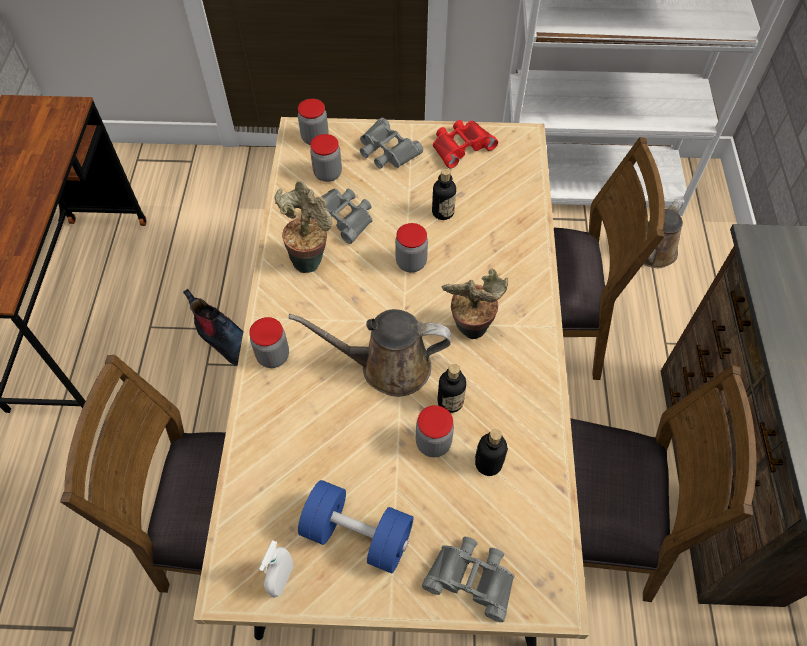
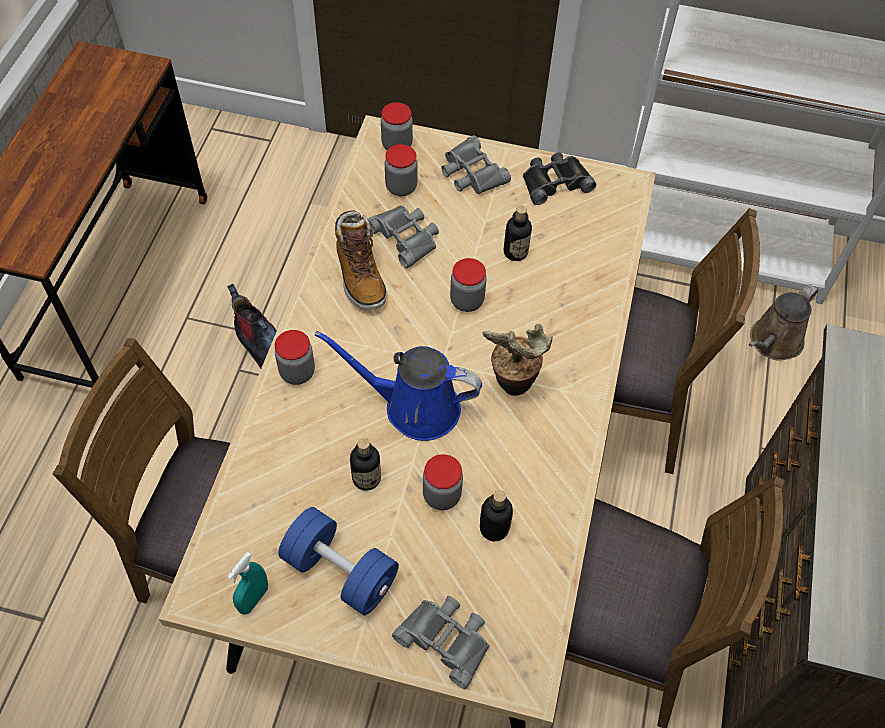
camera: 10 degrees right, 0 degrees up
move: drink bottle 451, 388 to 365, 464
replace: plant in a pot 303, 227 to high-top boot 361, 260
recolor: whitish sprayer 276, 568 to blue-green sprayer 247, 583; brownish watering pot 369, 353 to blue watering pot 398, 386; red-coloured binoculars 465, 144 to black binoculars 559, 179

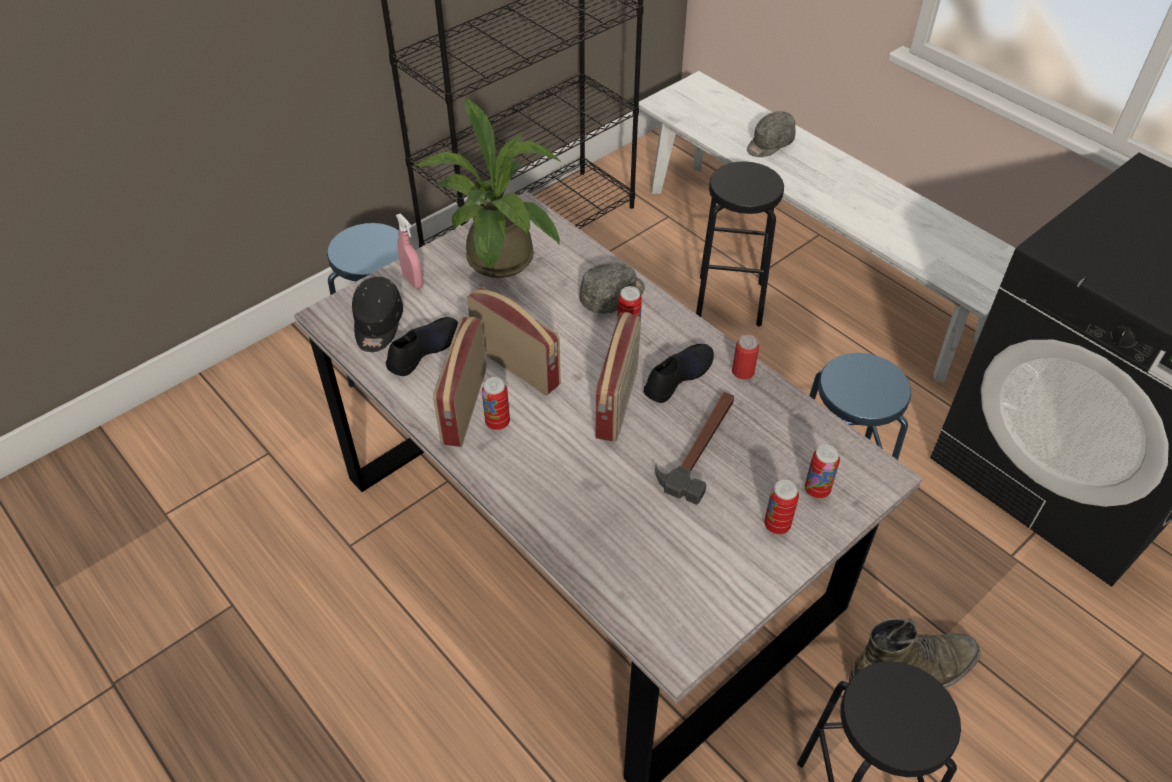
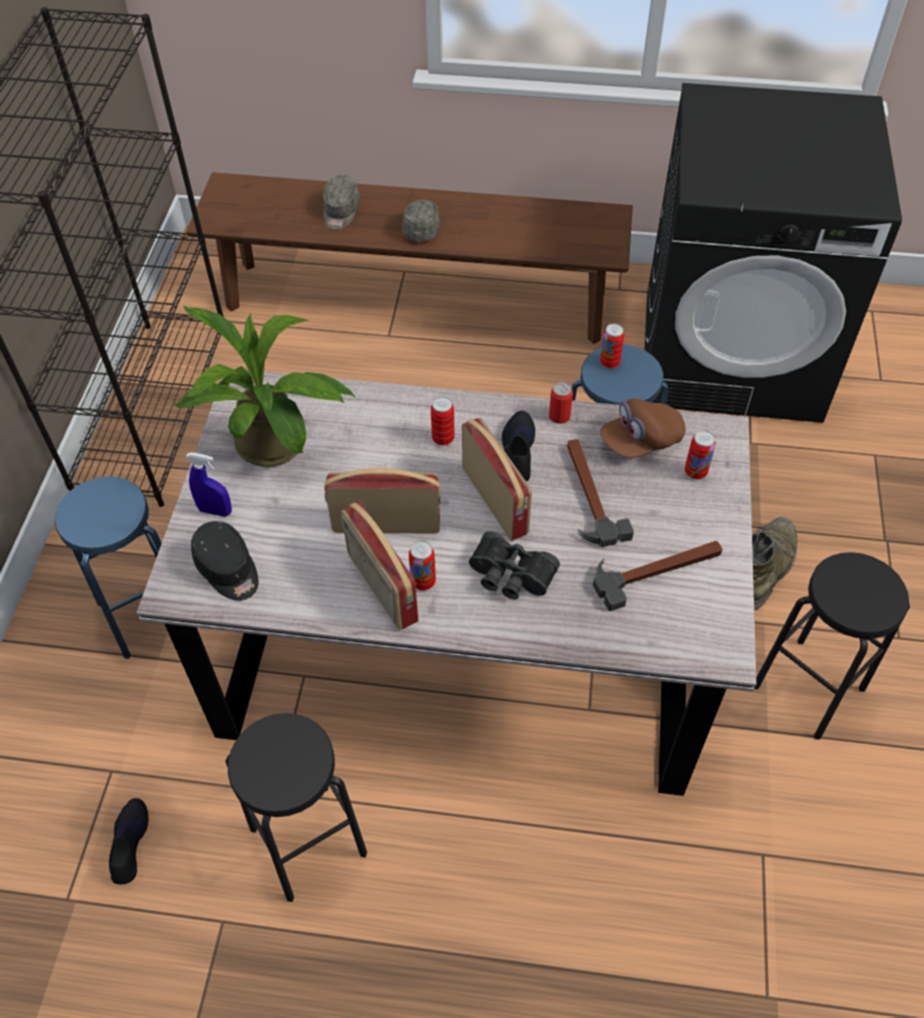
camera: 40 degrees left, 5 degrees up
insert: black binoculars 514, 565; hammer 658, 576; brownish baseball cap 643, 428
move: black shoe 422, 346 to 129, 841; gray baseball cap 612, 288 to 421, 220; black stool seat 740, 244 to 296, 807; can 781, 507 to 612, 346
recolor: pink sprayer 410, 251 to blue sprayer 209, 484; whitish bench 827, 226 to brownish bench 409, 258

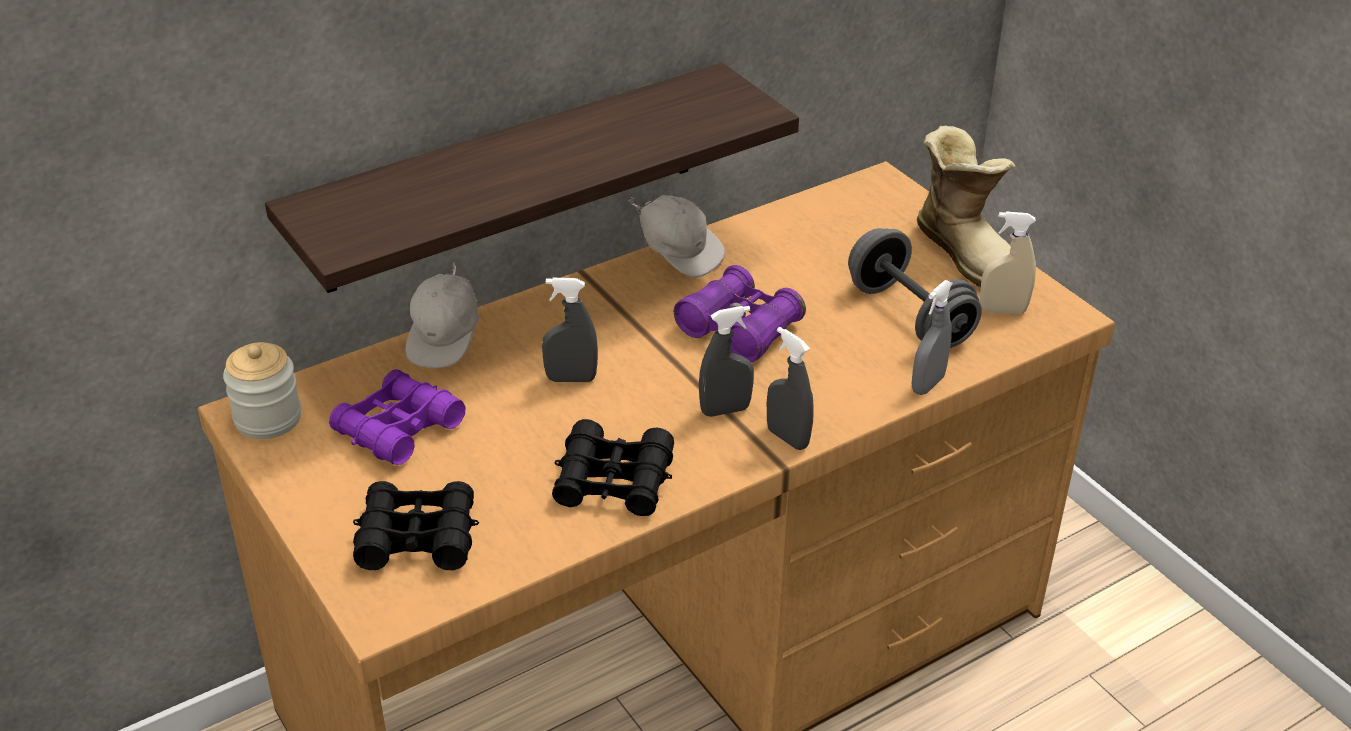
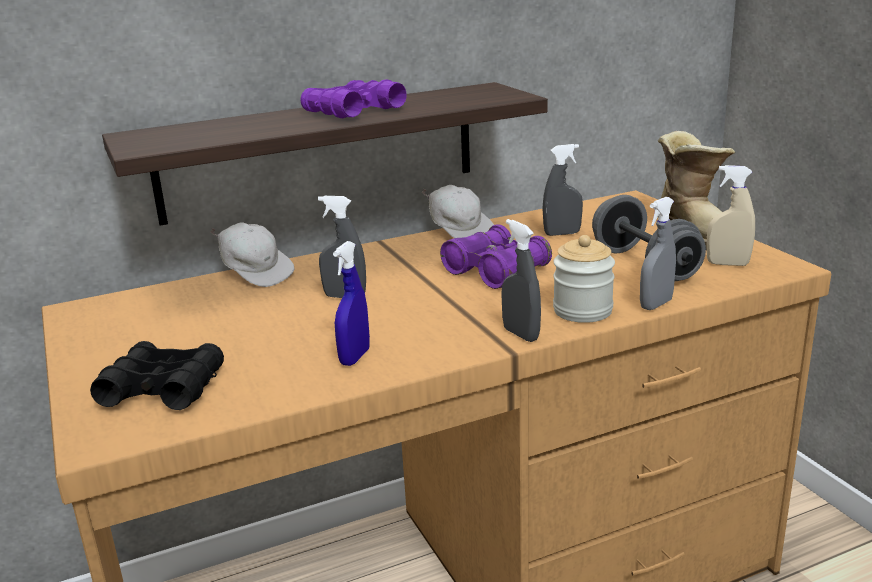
camera: 10 degrees right, 15 degrees down
move: jar 262, 391 to 584, 279; purplish binoculars 397, 417 to 353, 98; gray sprayer 726, 361 to 562, 190
replace: black binoculars 613, 467 to blue sprayer 351, 303
rotate: whitish baseball cap 442, 315 = 252, 254 75 degrees counterclockwise

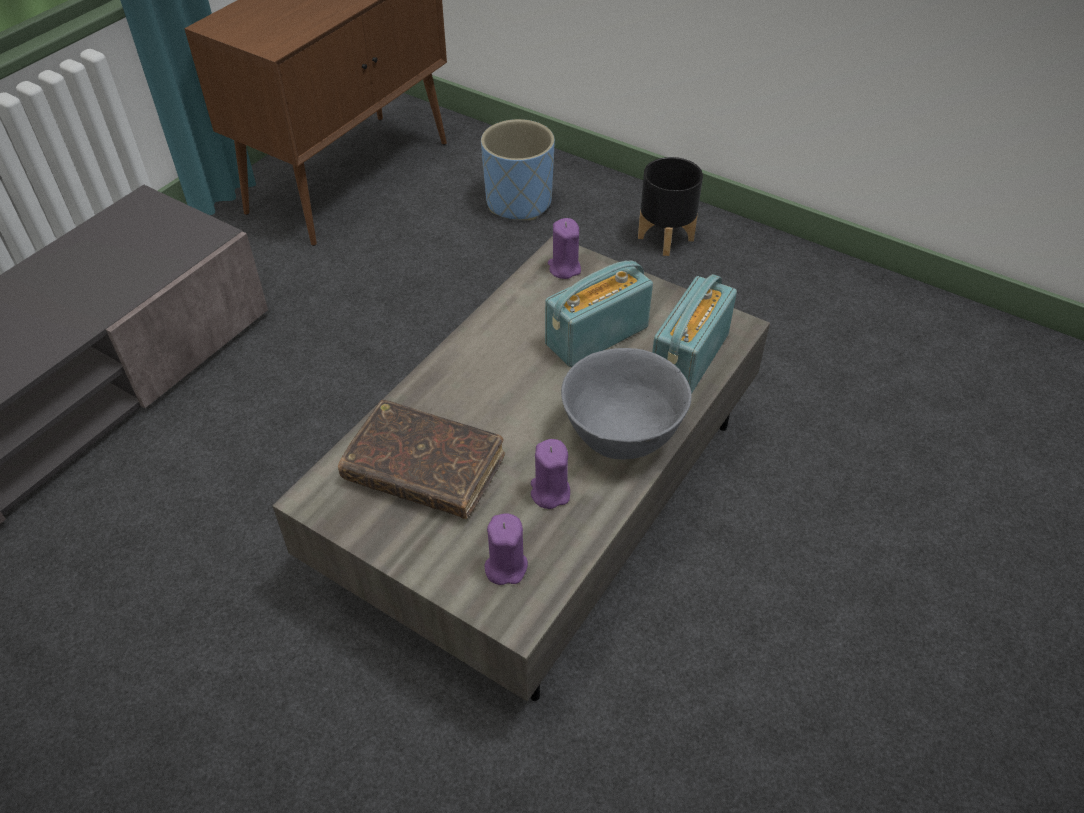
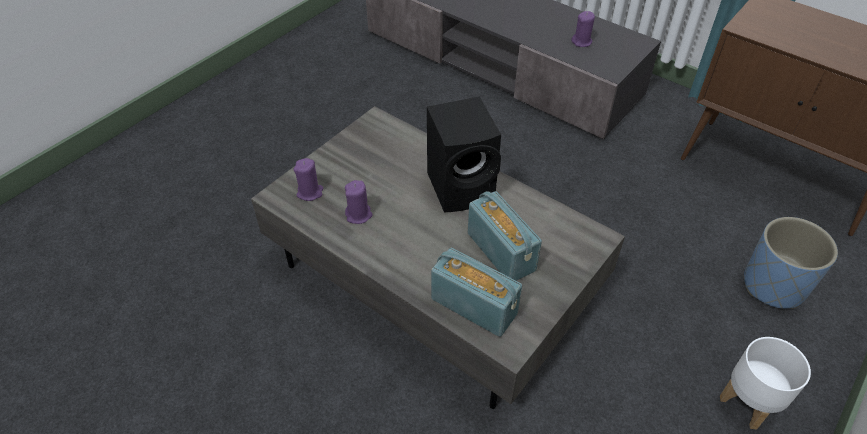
camera: 95 degrees right, 0 degrees up
delete: brownish book 421, 459; gray deep dish 626, 404
insert: black speaker 464, 155
move: purplish candle 564, 248 to 583, 29
recolor: black planter 670, 206 to whitish planter 765, 383

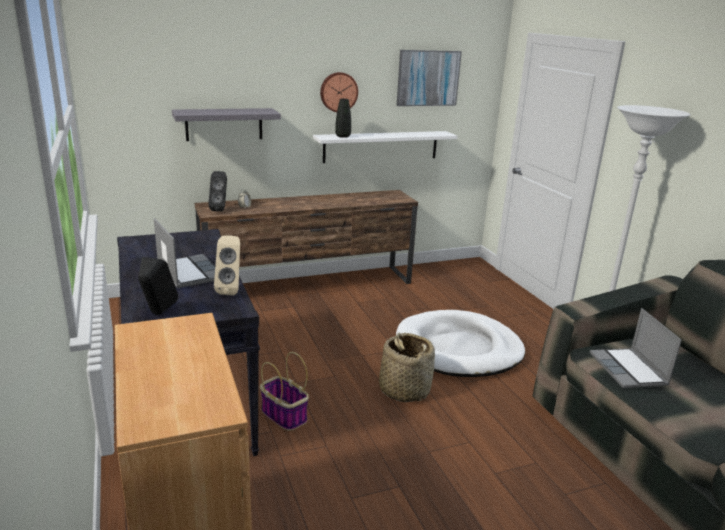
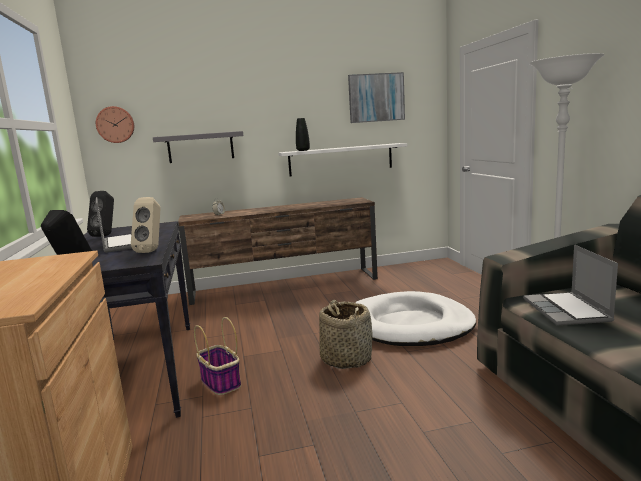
camera: 10 degrees right, 10 degrees down
move: black speaker 217, 191 to 100, 214; clock on the wall 339, 92 to 115, 124

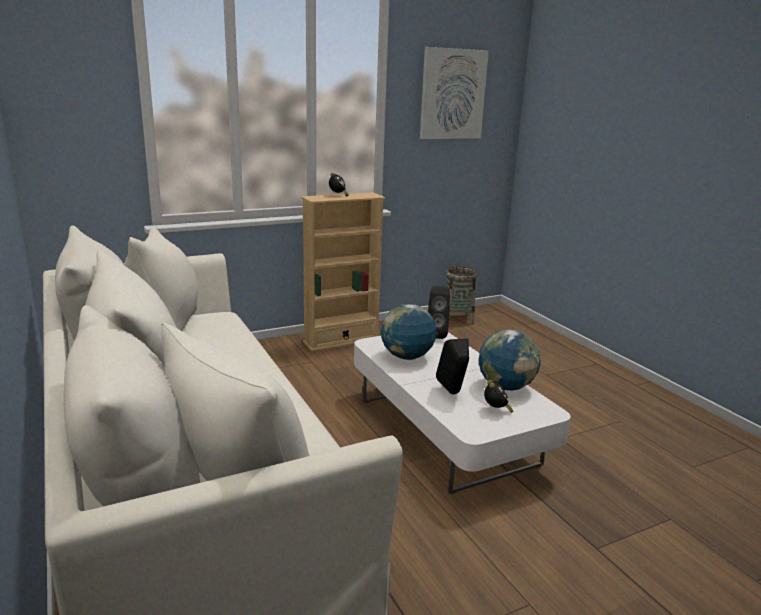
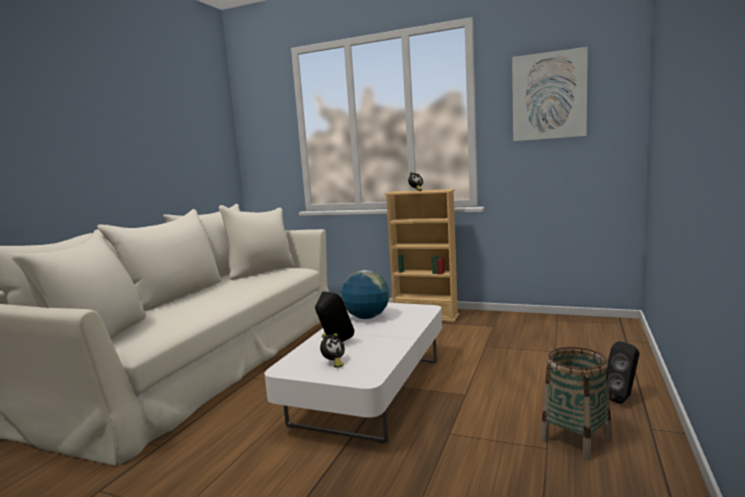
camera: 50 degrees right, 10 degrees down
delete: desk globe 510, 360
move: black speaker 439, 312 to 623, 372; household basket 462, 295 to 576, 404

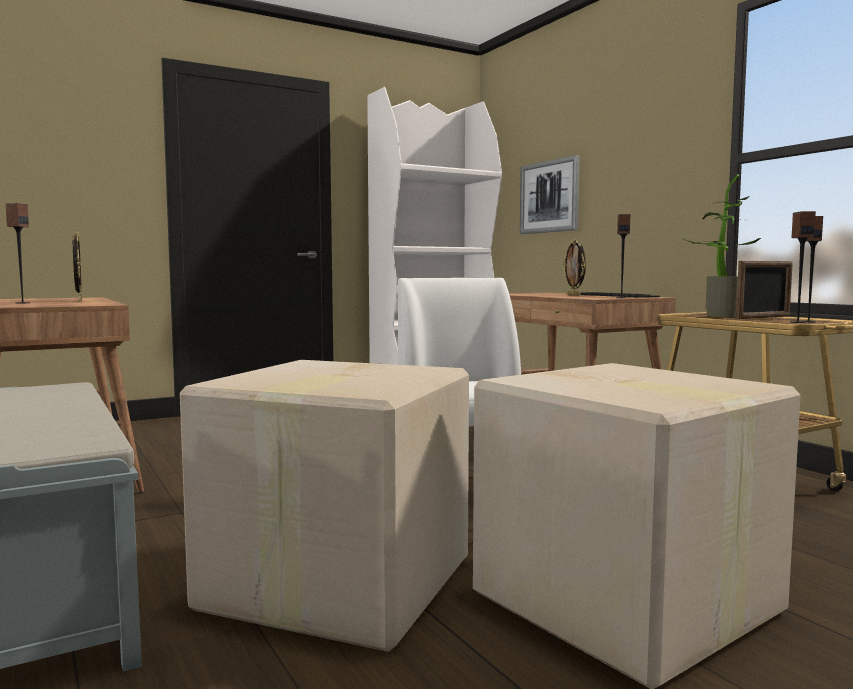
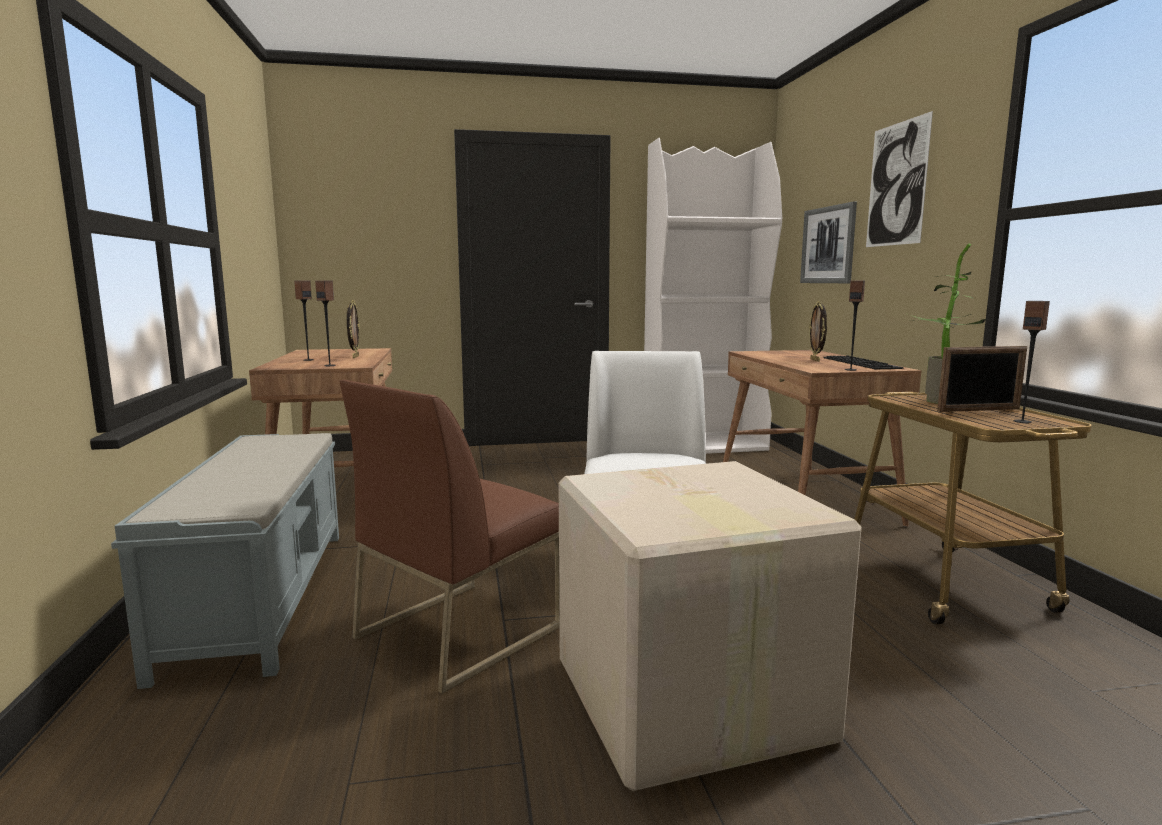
camera: 20 degrees right, 5 degrees up
insert: wall art 899, 179
move: speaker 803, 267 to 325, 323
replace: carton 324, 506 to brownish upright chair 449, 537

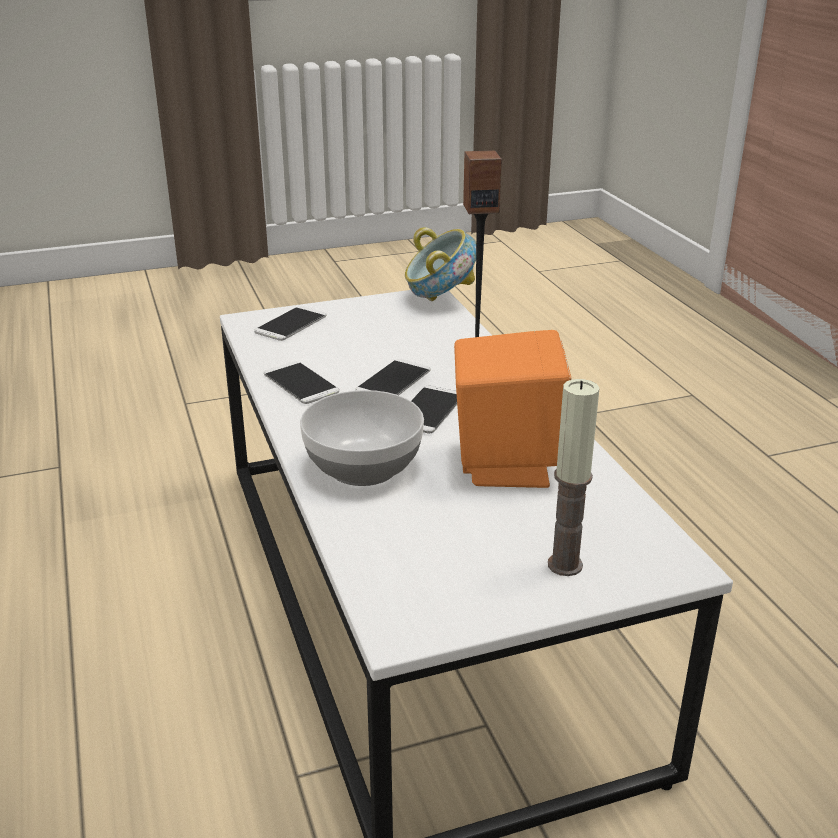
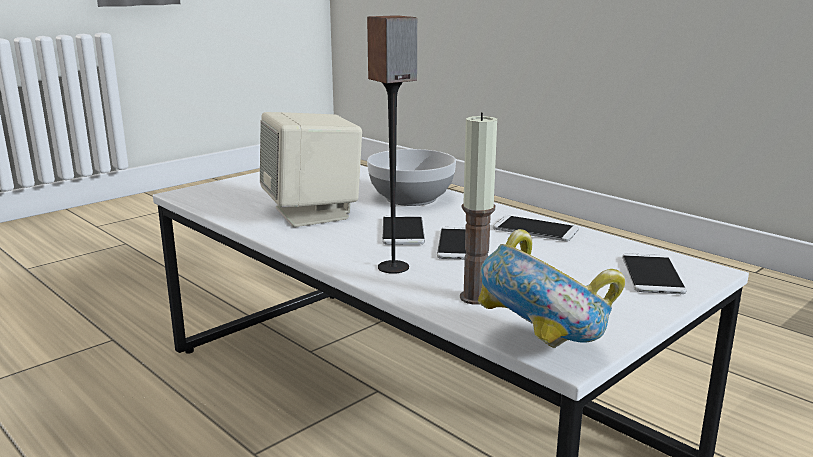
camera: 155 degrees right, 10 degrees down
move: candle 574, 477 to 478, 208
recolor: orangey speaker 513, 409 to sand-coloured speaker 311, 169

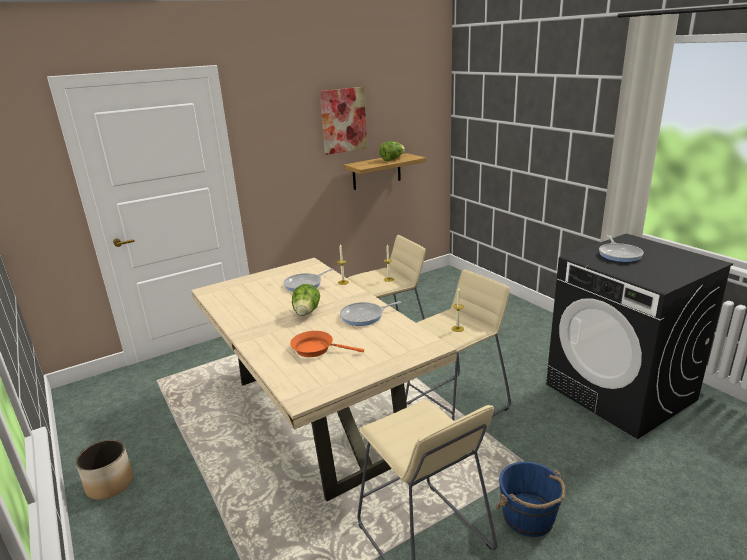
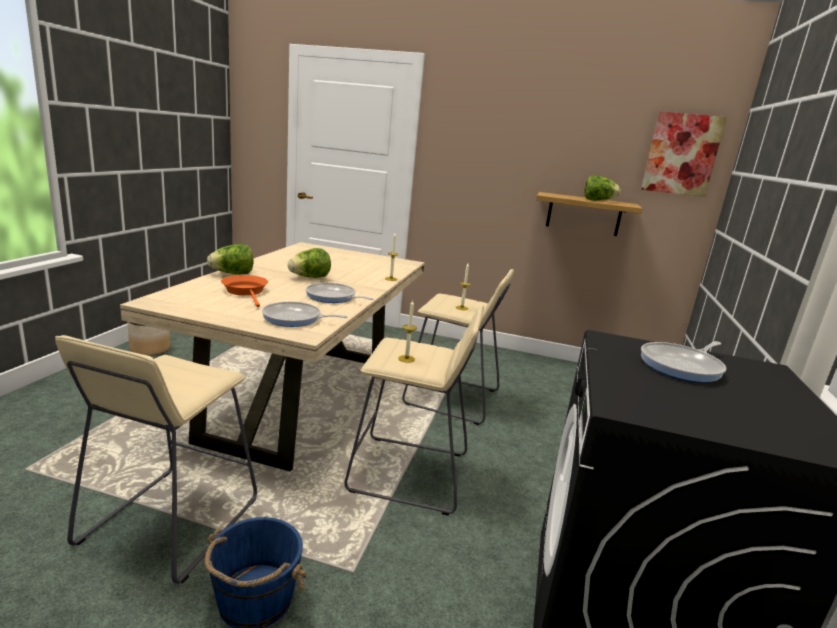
camera: 45 degrees right, 5 degrees down
insert: lettuce head 230, 259
move: pan 308, 280 to 305, 314; wall art 343, 121 to 684, 154

